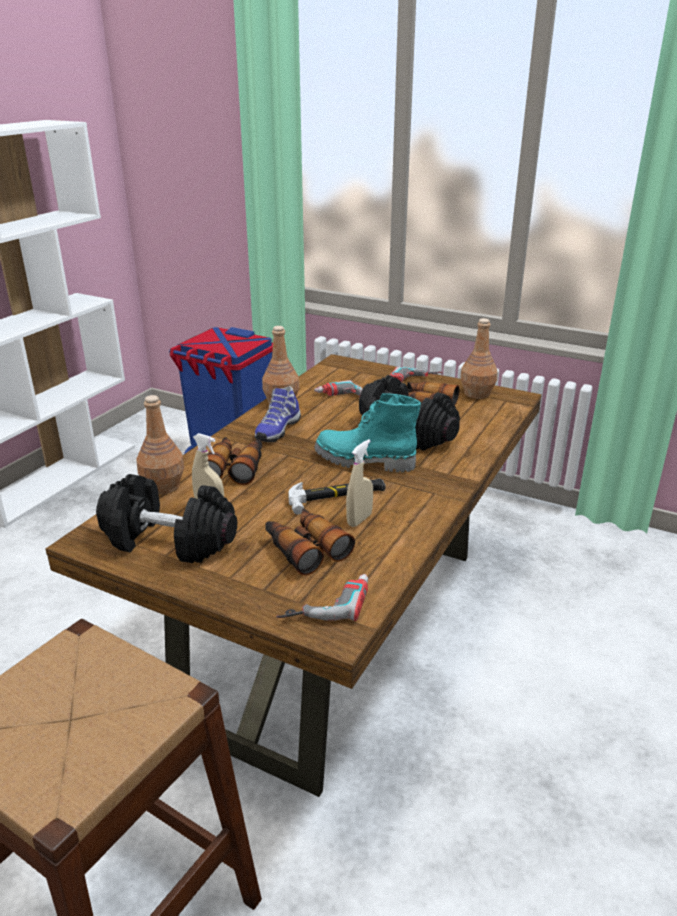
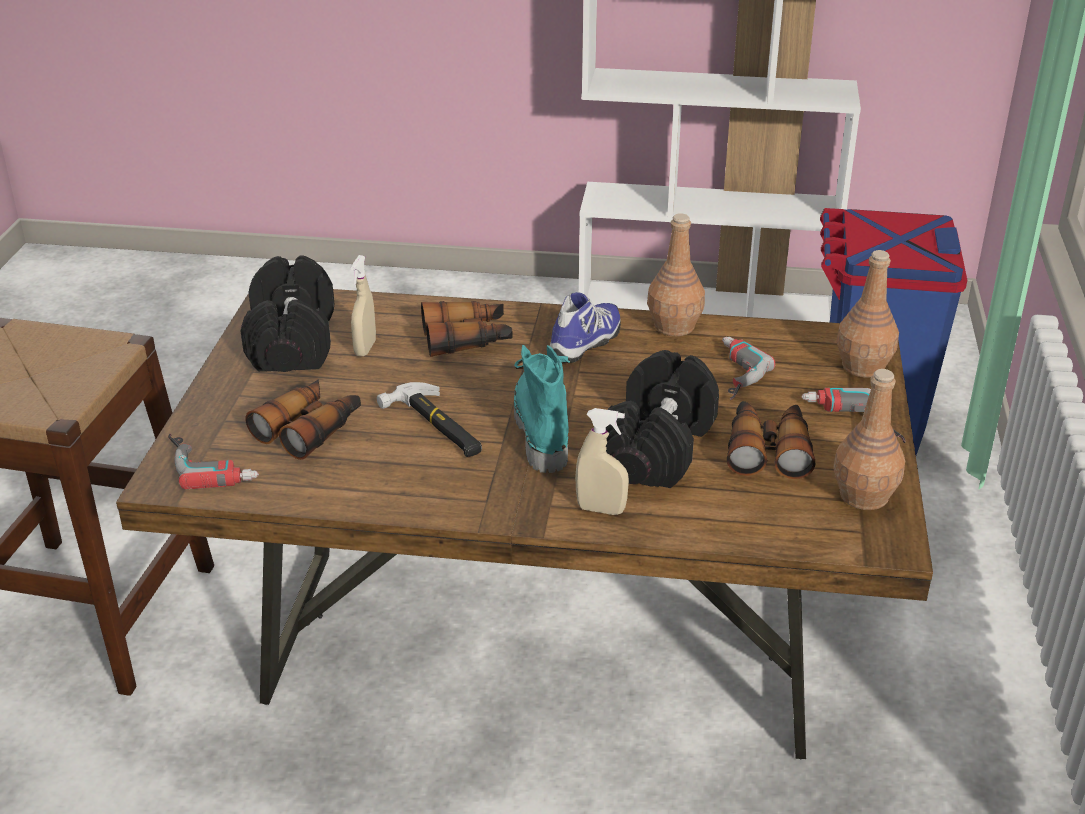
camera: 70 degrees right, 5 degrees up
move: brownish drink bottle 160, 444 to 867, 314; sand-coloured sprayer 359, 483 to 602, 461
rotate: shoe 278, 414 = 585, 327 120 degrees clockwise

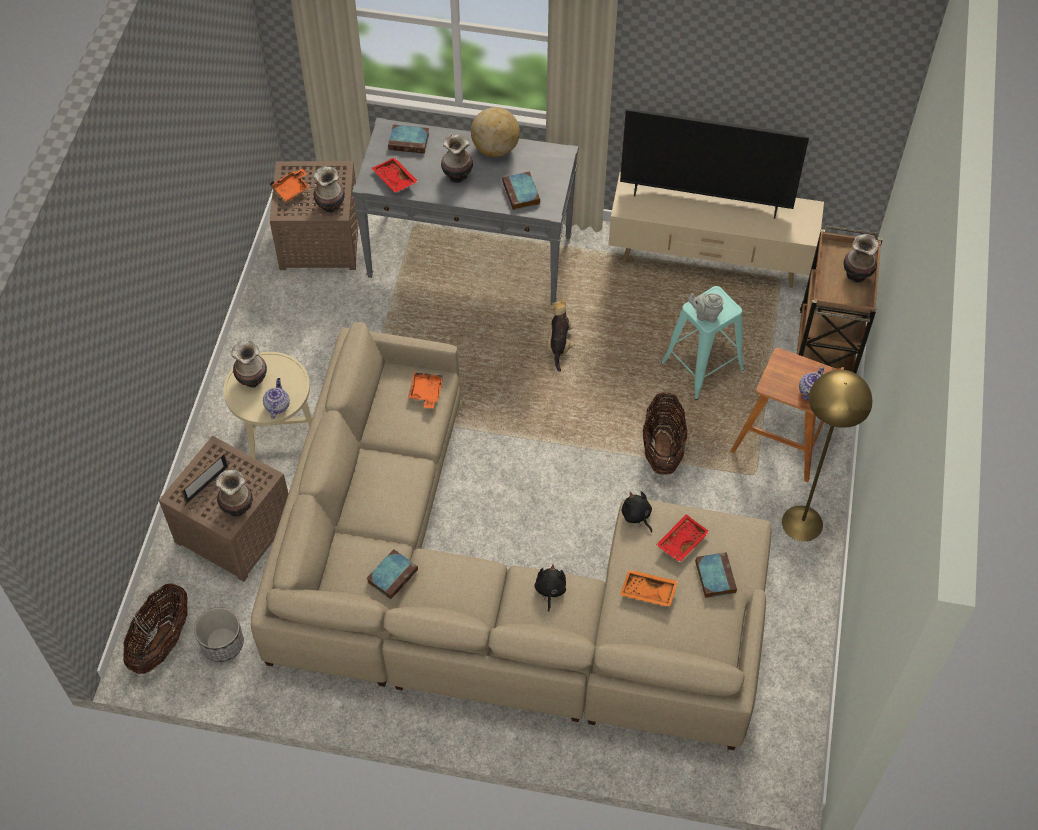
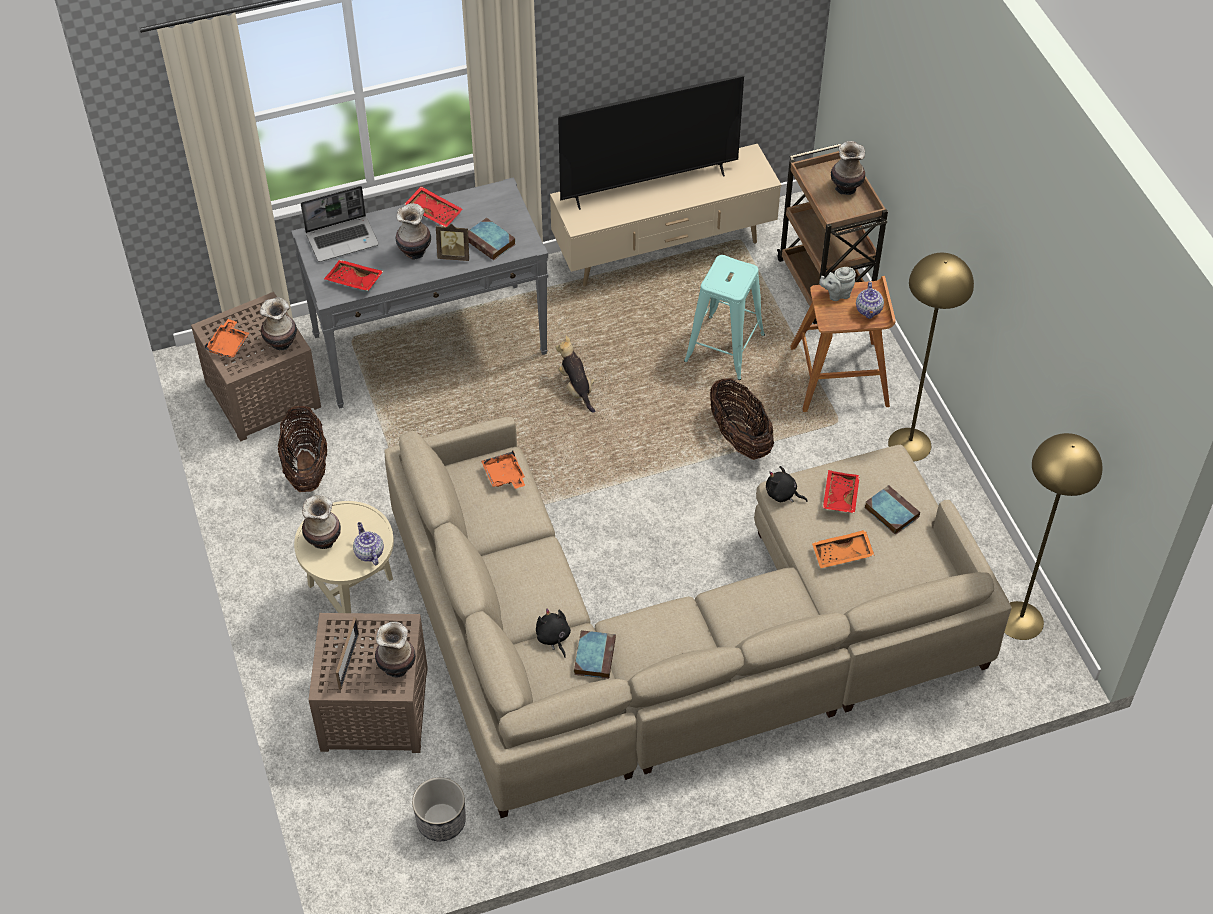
camera: 30 degrees left, 5 degrees down
insert: standing frame 452, 242; yellow-coloured standing lamp 1053, 536
move: household basket 155, 628 to 303, 449; black cuddly toy 550, 588 to 553, 633; gray pot for tea 705, 308 to 837, 284
replace: book 408, 139 to laptop 340, 224; desk globe 495, 132 to red-coloured serving tray 433, 206

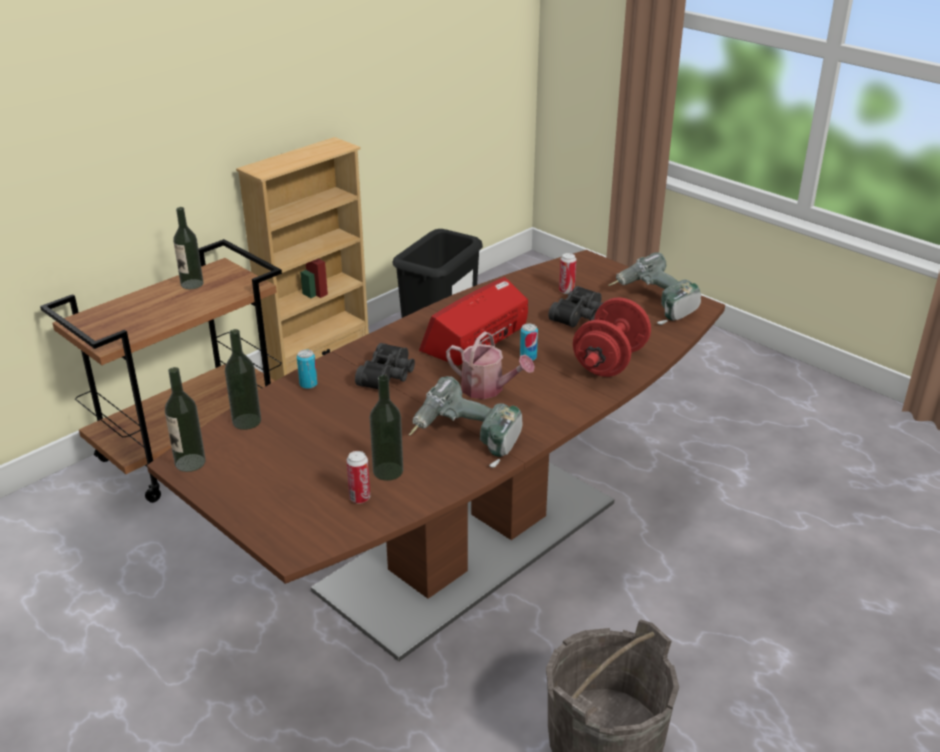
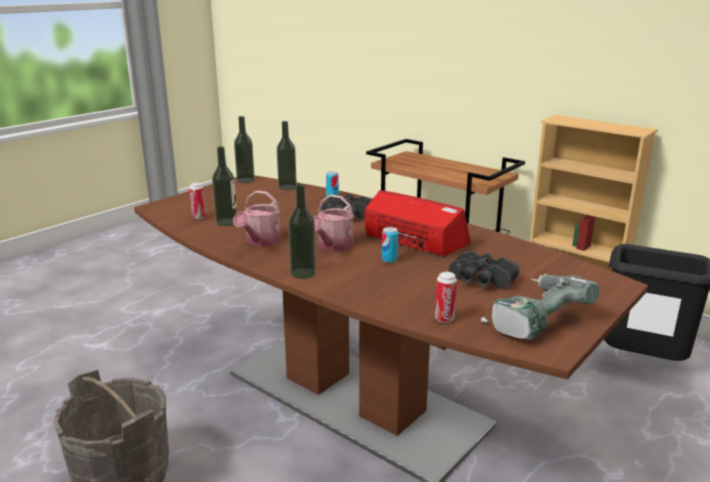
camera: 85 degrees right, 10 degrees down
delete: red-coloured dumbbell 612, 337
move: drink bottle 188, 248 to 302, 231; can 567, 273 to 446, 297
replace: electric drill 466, 422 to watering pot 257, 218

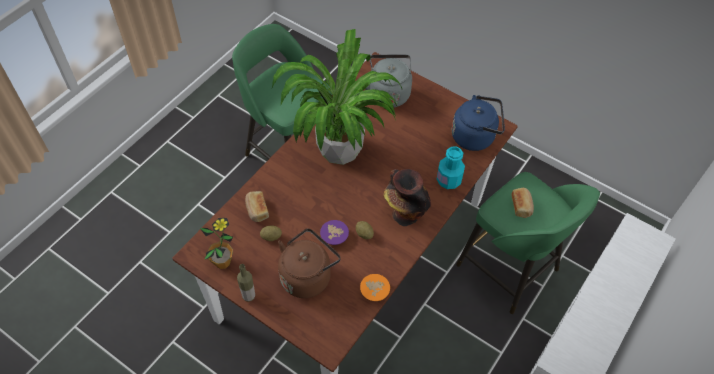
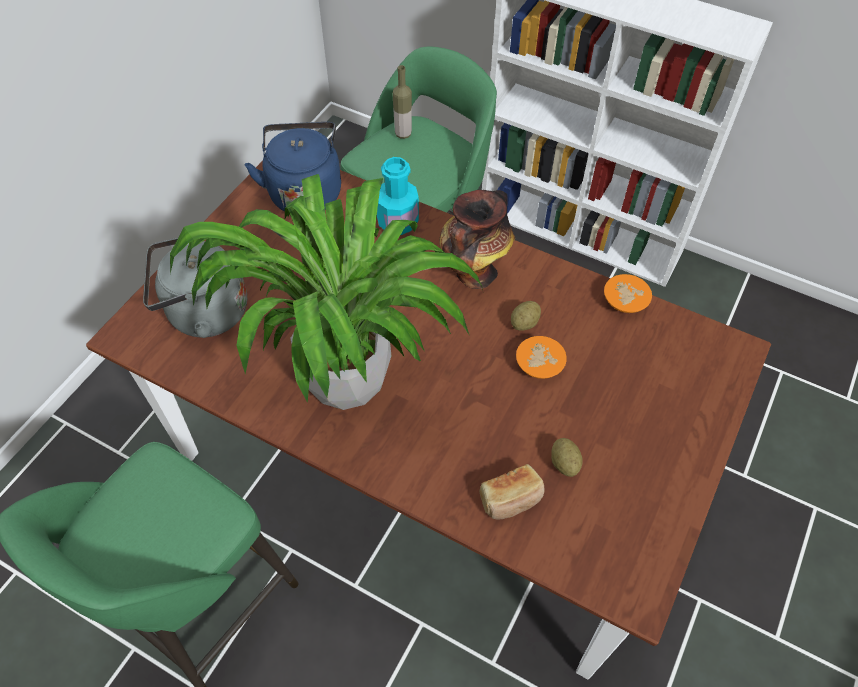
camera: 95 degrees left, 0 degrees up
delete: plant in a pot 216, 243; brownish water kettle 309, 263; baked bread 522, 202
move: drink bottle 246, 283 to 402, 102
recolor: purplish deep dish 334, 232 to orangey deep dish 541, 357

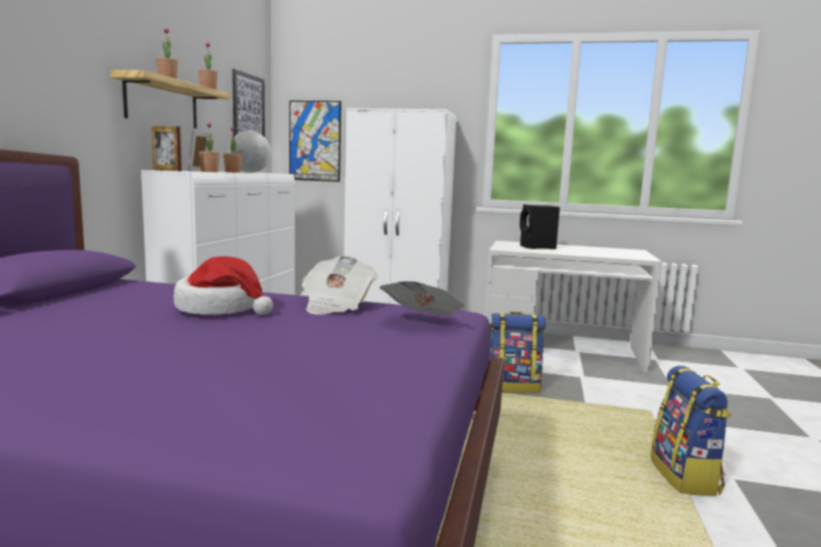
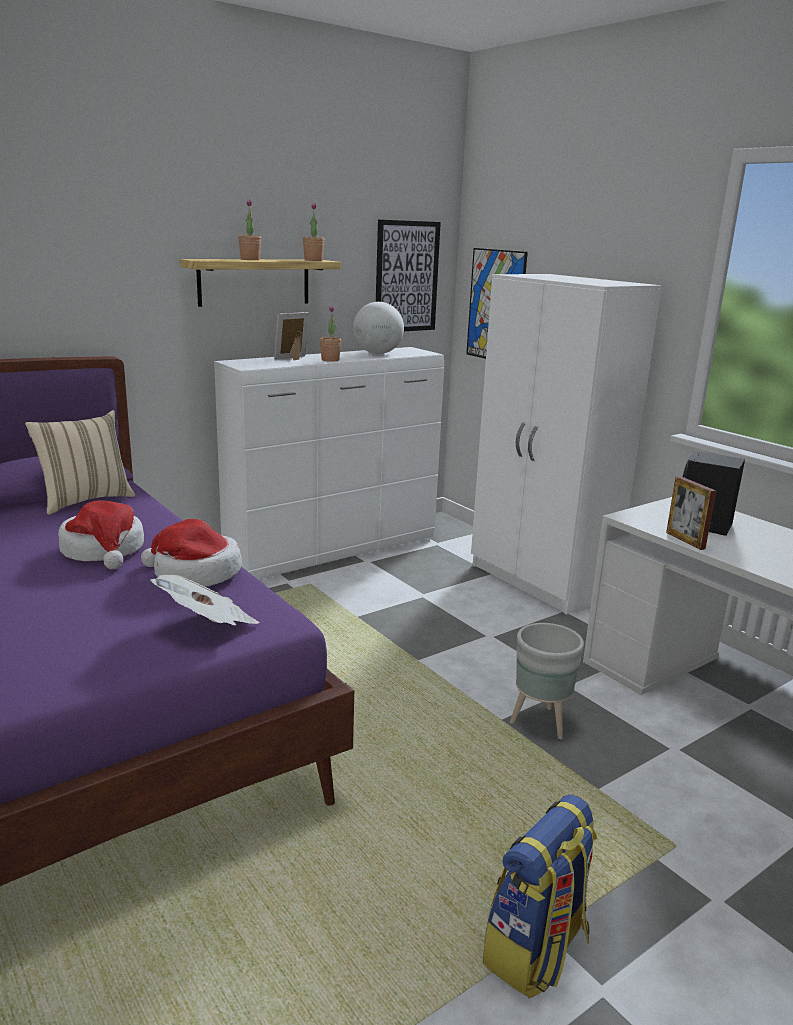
camera: 40 degrees right, 10 degrees up
delete: plant in a pot 209, 147
insert: sand-coloured cushion 80, 462
move: standing frame 167, 148 to 691, 513
replace: daily paper 339, 285 to clothing hat 191, 553; backpack 518, 352 to gray planter 547, 681

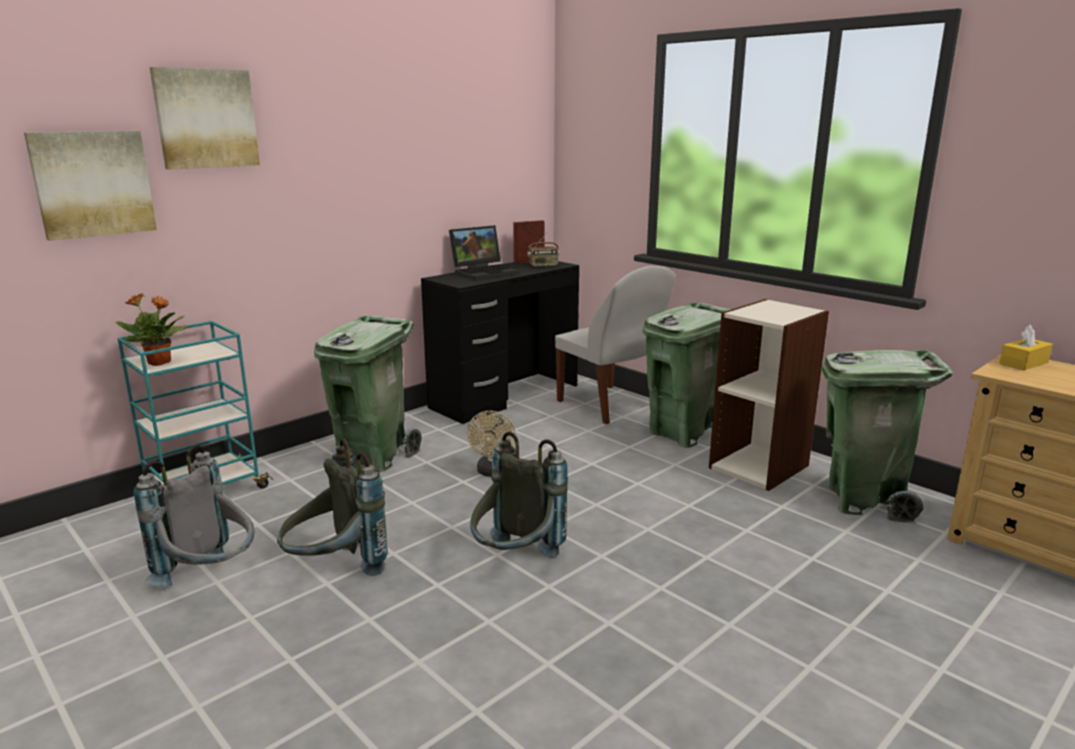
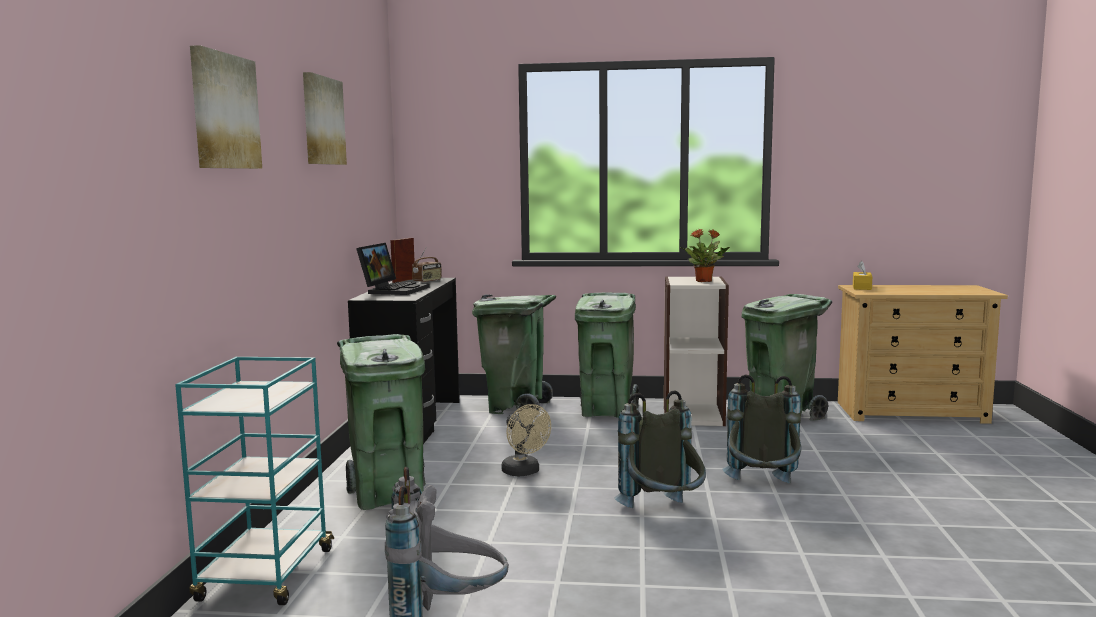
camera: 40 degrees left, 10 degrees down
move: wall art 90, 186 to 325, 118; plant in a pot 152, 329 to 705, 255; gray backpack 332, 507 to 762, 428
replace: whitish upright chair 615, 345 to green trash can 514, 356

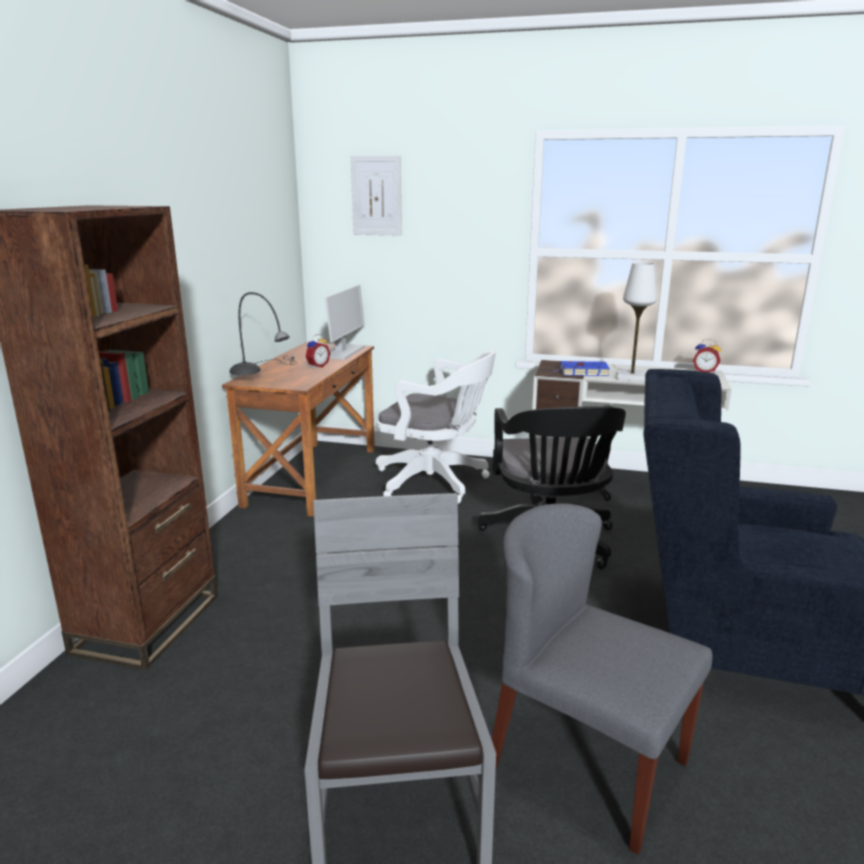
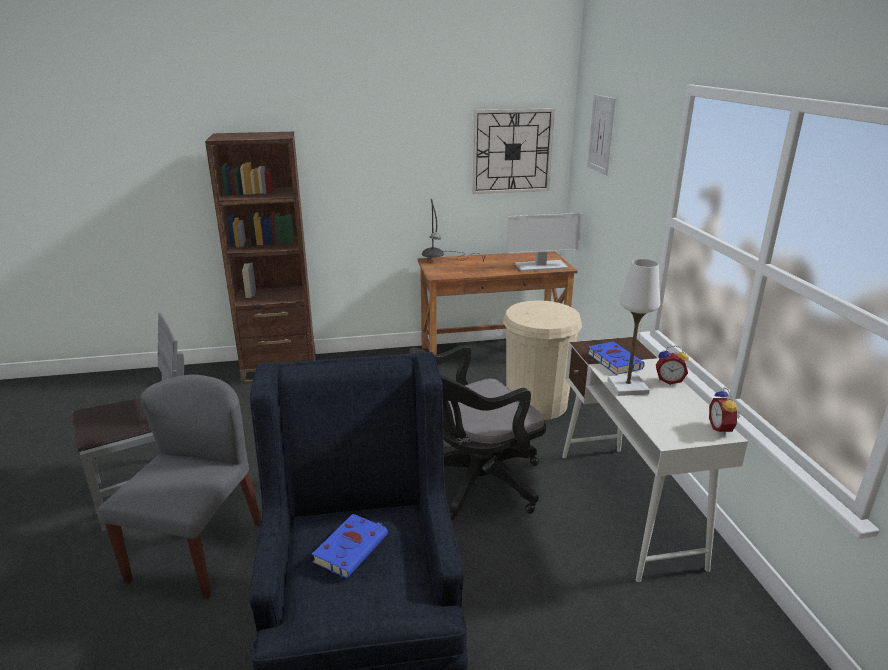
camera: 65 degrees right, 5 degrees up
insert: blue book 350, 546; clock on the wall 514, 151
move: table clock 318, 351 to 672, 365
replace: whitish desk chair 436, 427 to sand-coloured trash can 542, 360

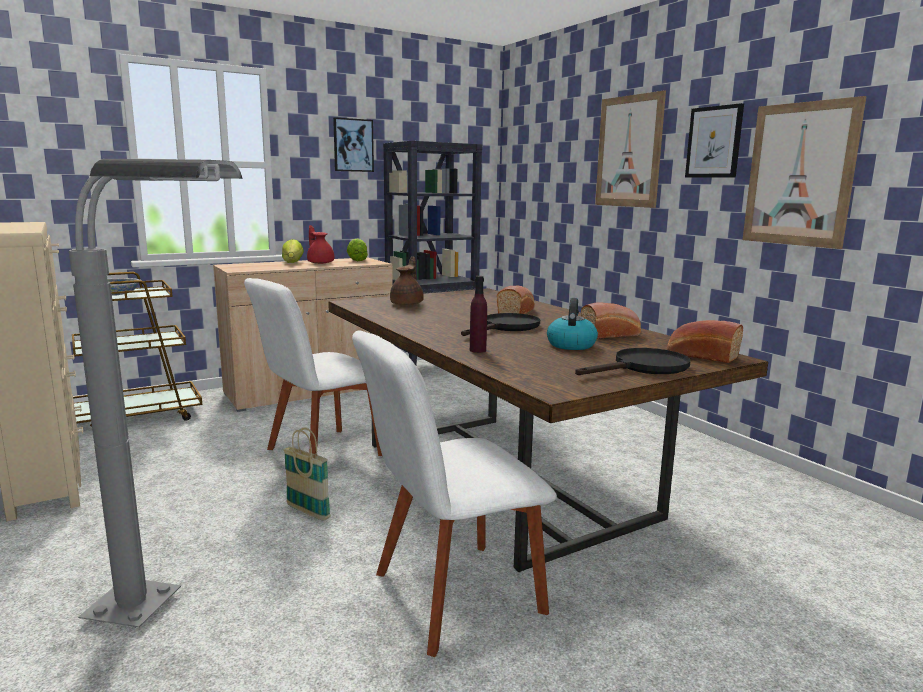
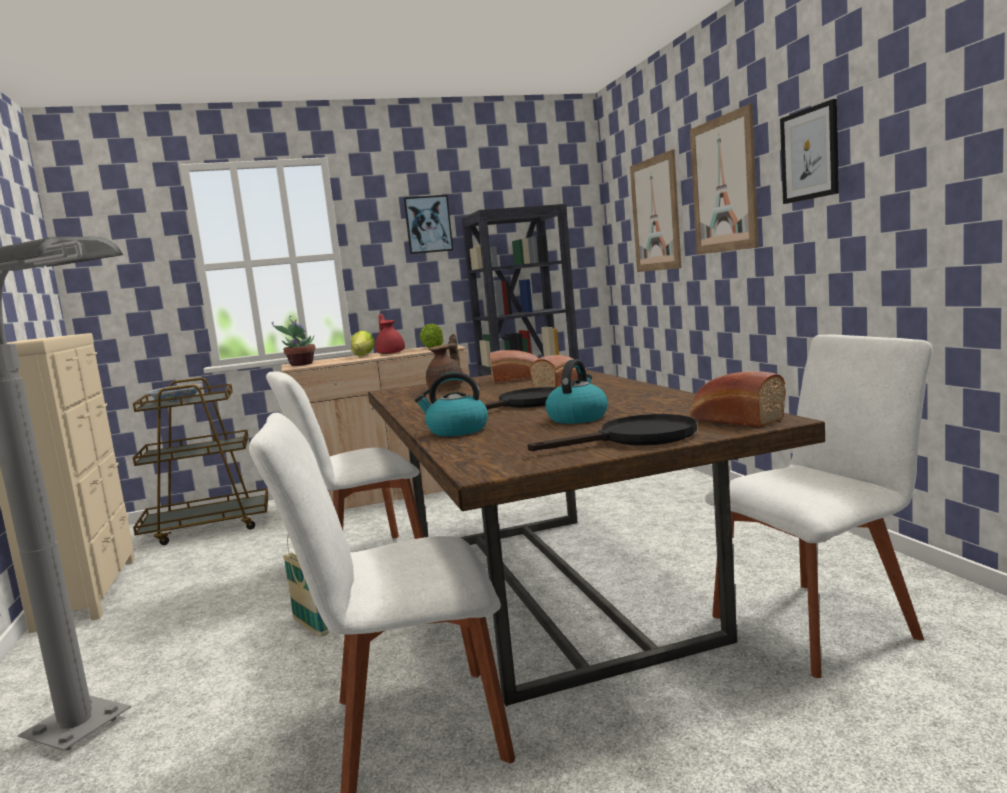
camera: 15 degrees right, 5 degrees down
insert: plant in a pot 294, 341; whitish upright chair 818, 506
move: baked bread 611, 320 to 514, 366; wall art 804, 172 to 655, 211
replace: purplish drink bottle 478, 314 to water kettle 451, 404

